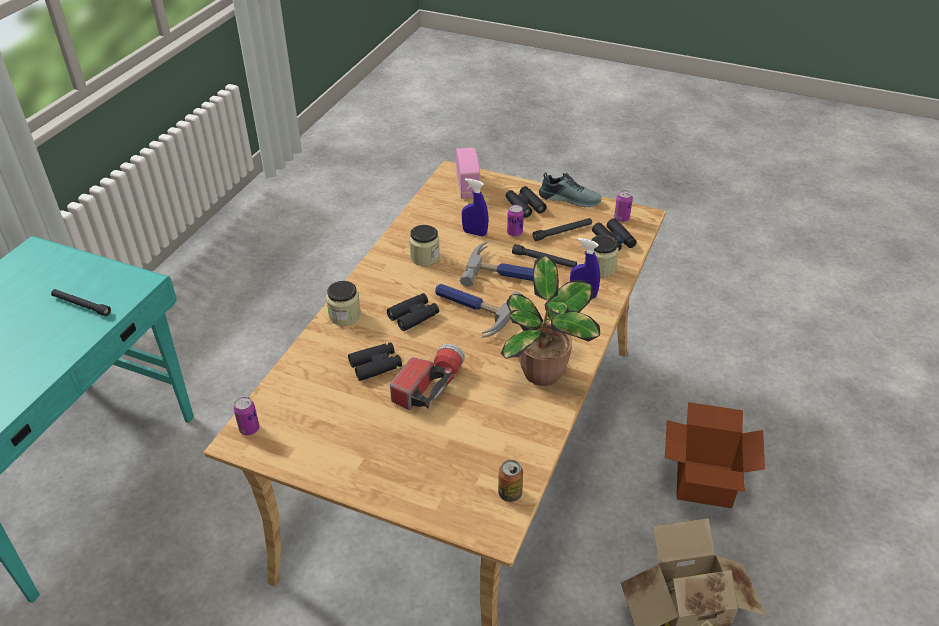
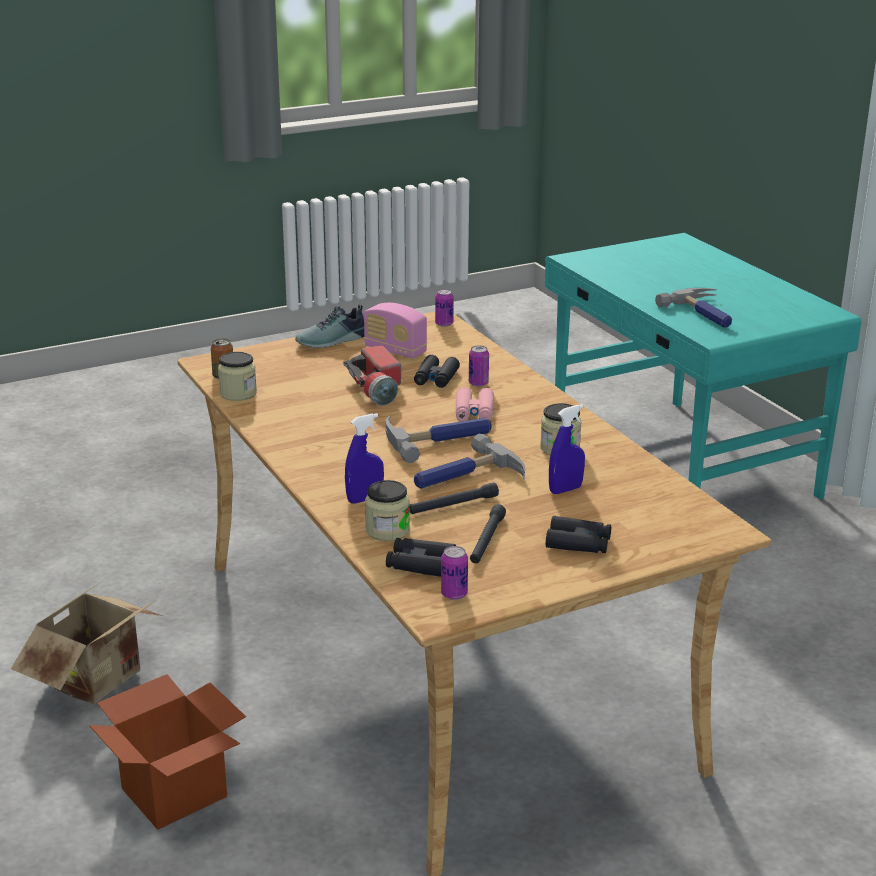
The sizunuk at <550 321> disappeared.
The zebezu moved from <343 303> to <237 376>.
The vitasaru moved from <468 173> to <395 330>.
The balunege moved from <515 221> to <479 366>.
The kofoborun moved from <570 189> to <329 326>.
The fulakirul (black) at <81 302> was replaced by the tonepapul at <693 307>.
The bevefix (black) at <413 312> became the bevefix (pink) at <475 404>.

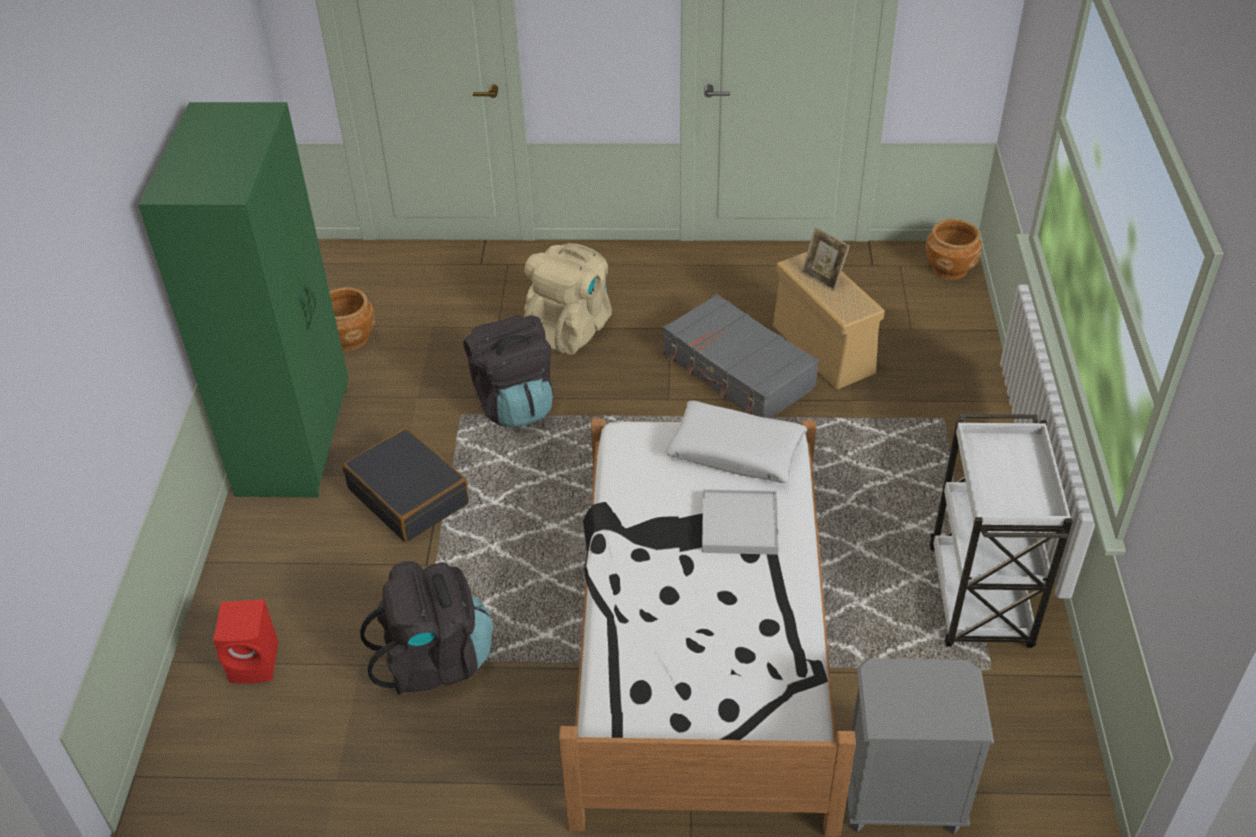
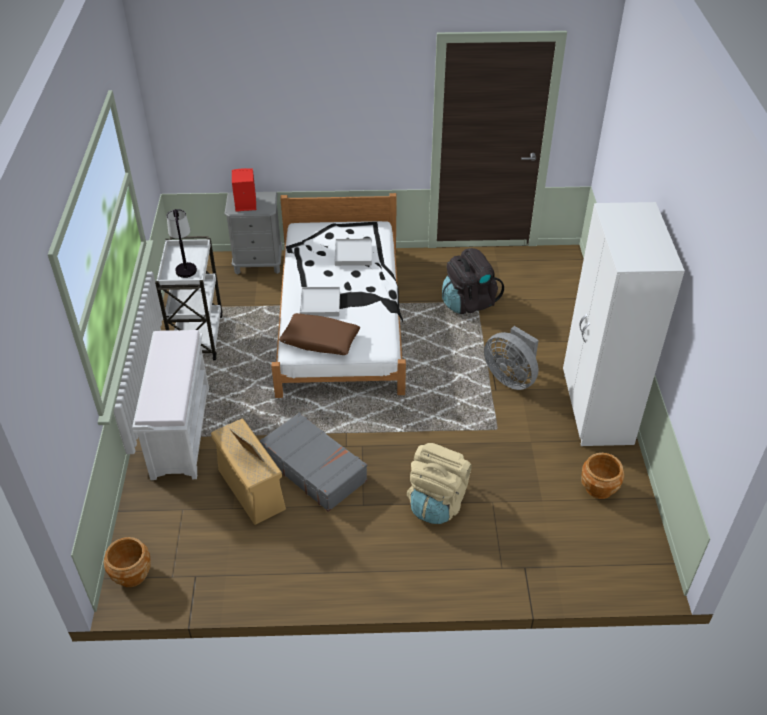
The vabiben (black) at <508 371> disappeared.
The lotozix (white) at <170 405> appeared.
The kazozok at <182 243> appeared.
The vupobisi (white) at <353 252> appeared.
The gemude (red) moved from <245 642> to <244 189>.
The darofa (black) at <405 484> was replaced by the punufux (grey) at <511 358>.
The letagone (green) at <243 299> became the letagone (white) at <624 324>.
The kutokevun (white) at <736 441> became the kutokevun (brown) at <319 334>.

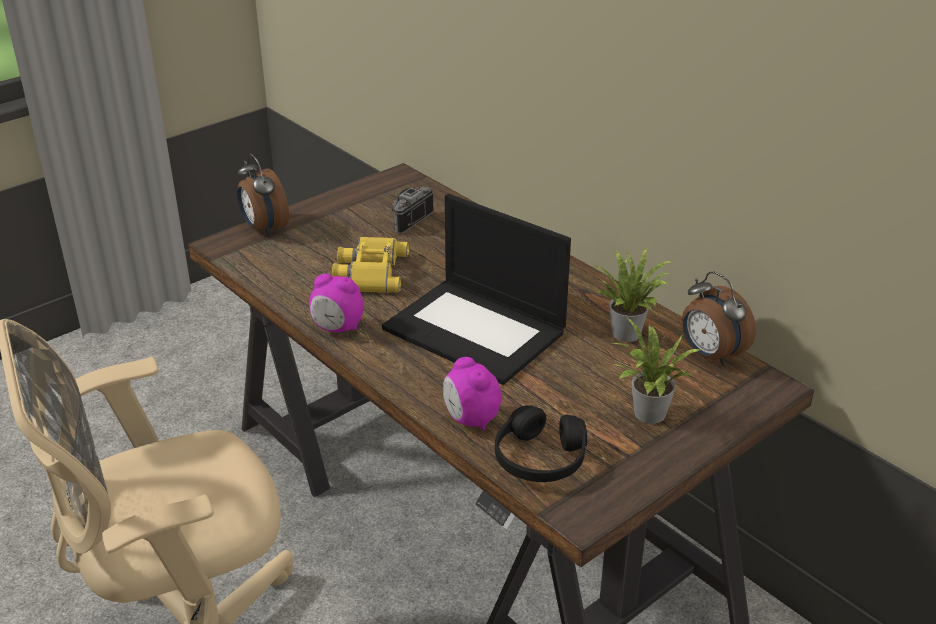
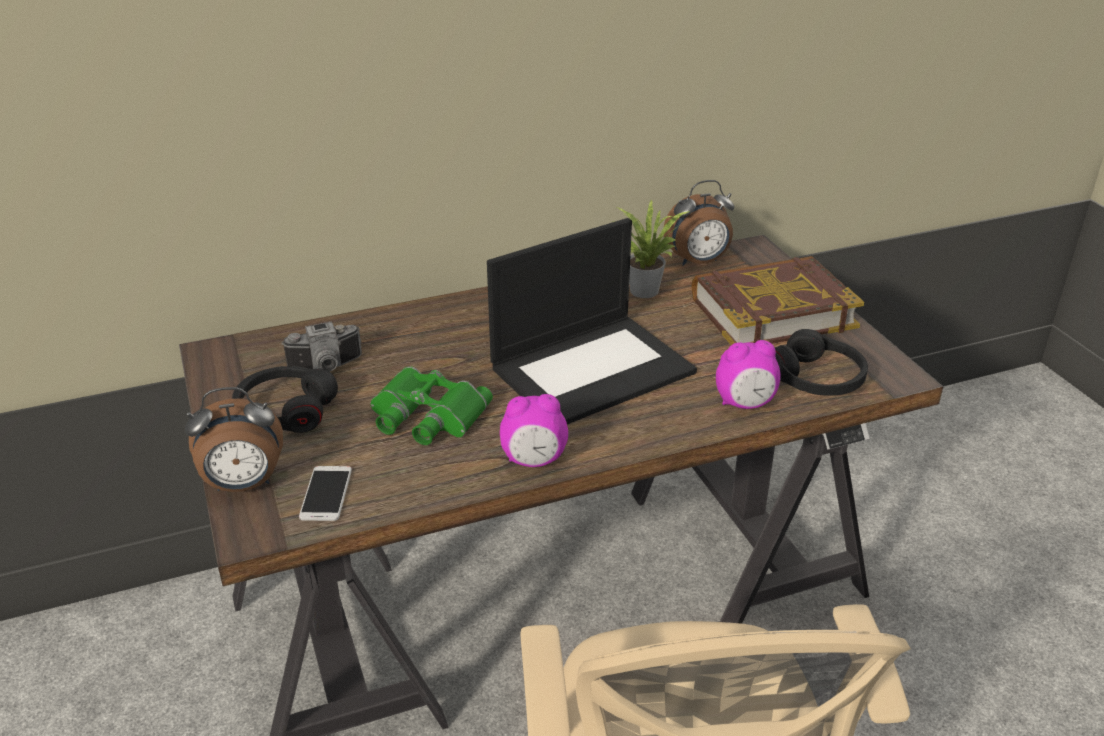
The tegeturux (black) at <285 399> appeared.
The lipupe at <325 493> appeared.
The sizunuk at <656 370> was replaced by the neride at <777 300>.
The bevefix (yellow) at <370 265> became the bevefix (green) at <432 405>.
The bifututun at <336 303> turned 45 degrees clockwise.
The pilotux at <413 210> turned 75 degrees counterclockwise.

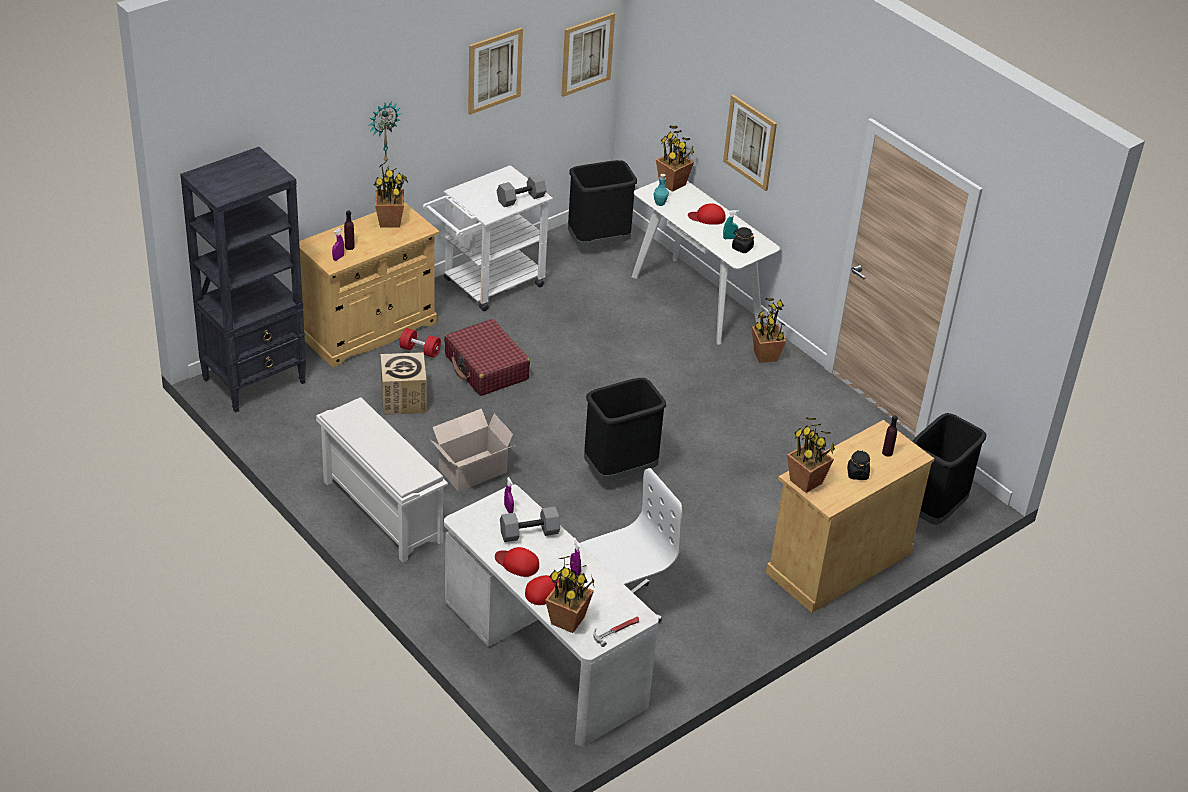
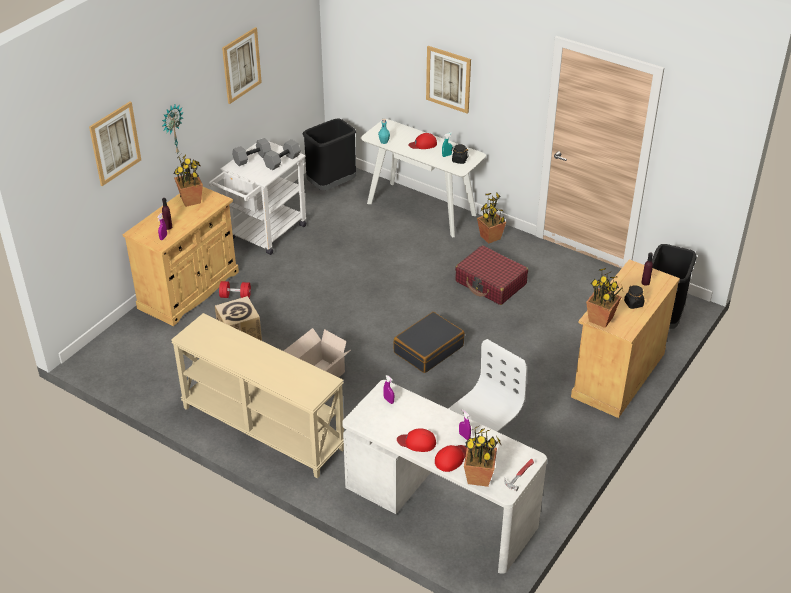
The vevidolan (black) at <243 280> disappeared.
The sizunuk at <675 159> disappeared.
The darofa (red) moved from <487 357> to <491 275>.
The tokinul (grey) moved from <530 524> to <251 152>.
The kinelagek moved from <588 55> to <115 144>.
The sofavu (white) at <382 480> was replaced by the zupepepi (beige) at <257 396>.
The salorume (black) at <625 429> was replaced by the darofa (black) at <429 342>.

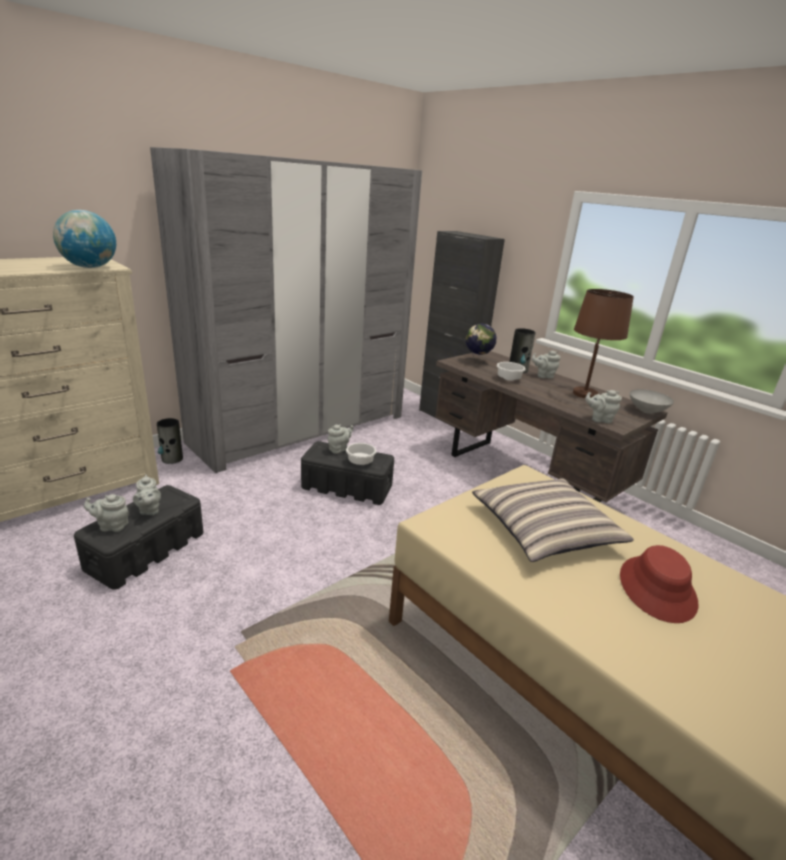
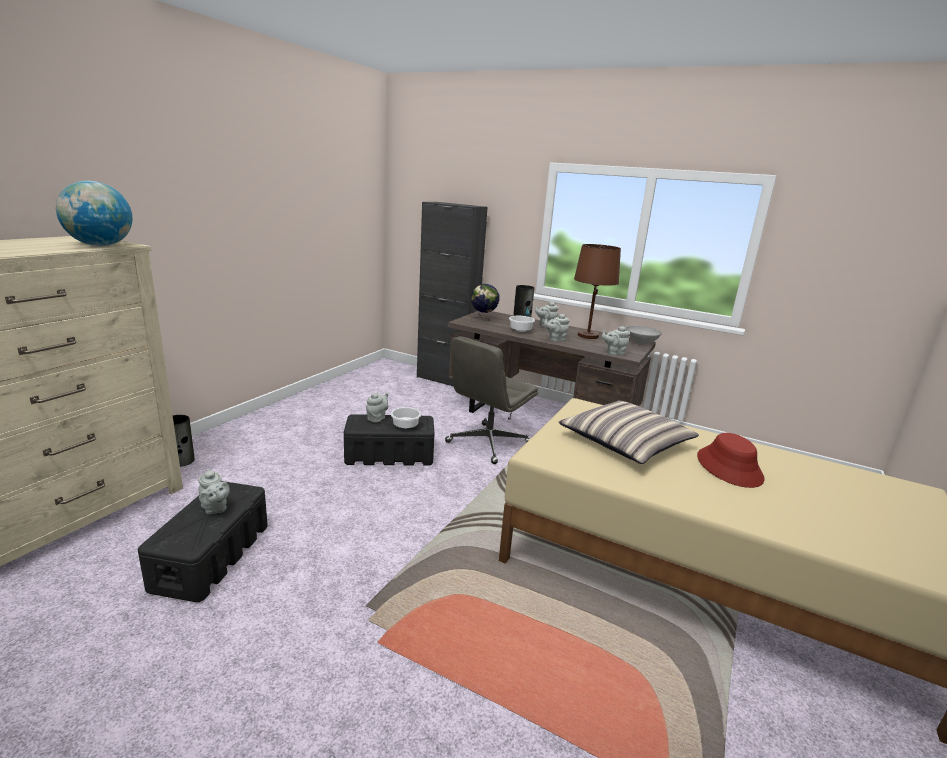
The letagone (grey) at <286 310> disappeared.
The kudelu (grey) at <491 400> appeared.
The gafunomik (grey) moved from <106 513> to <557 328>.

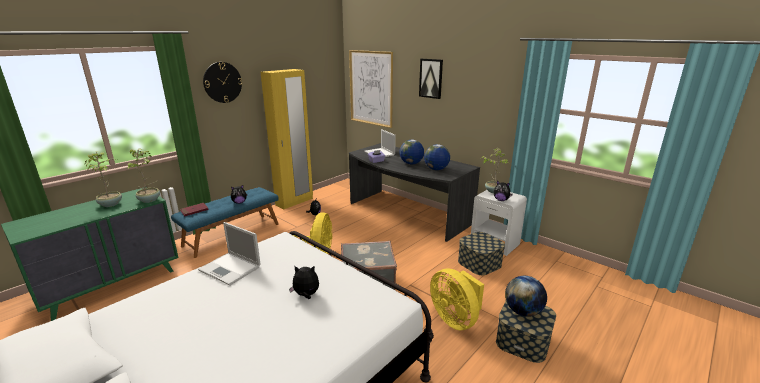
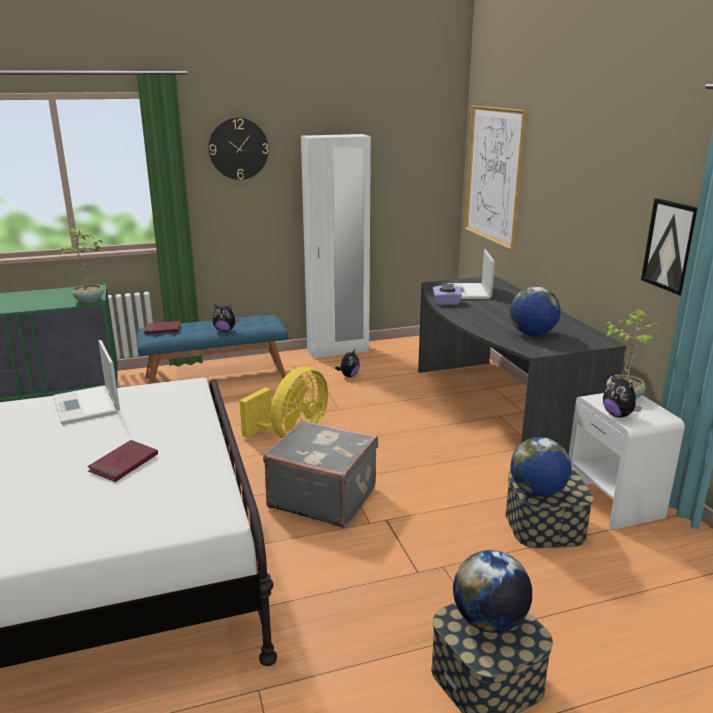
The sizunuk at <103 179> disappeared.
The punufux (yellow) at <457 299> disappeared.
The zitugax moved from <411 152> to <541 467>.
The kinelagek moved from <431 79> to <669 247>.
The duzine at <304 282> was replaced by the neride (red) at <122 461>.
The letagone (yellow) at <287 139> became the letagone (white) at <336 246>.

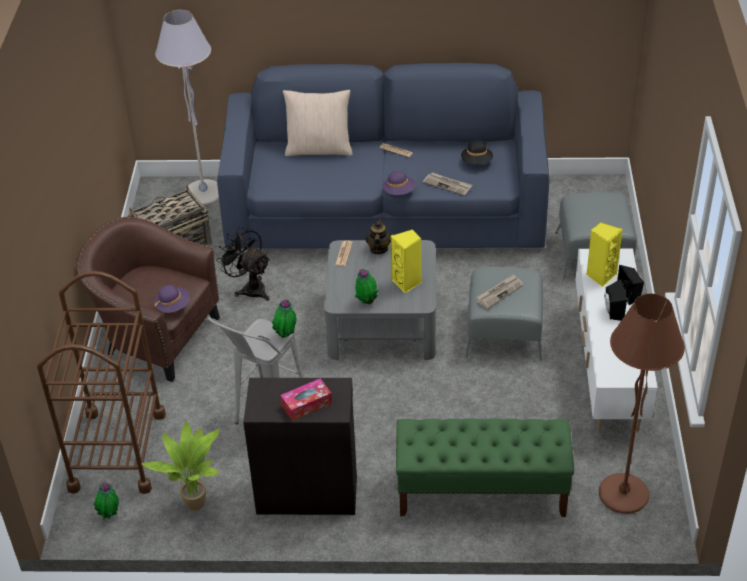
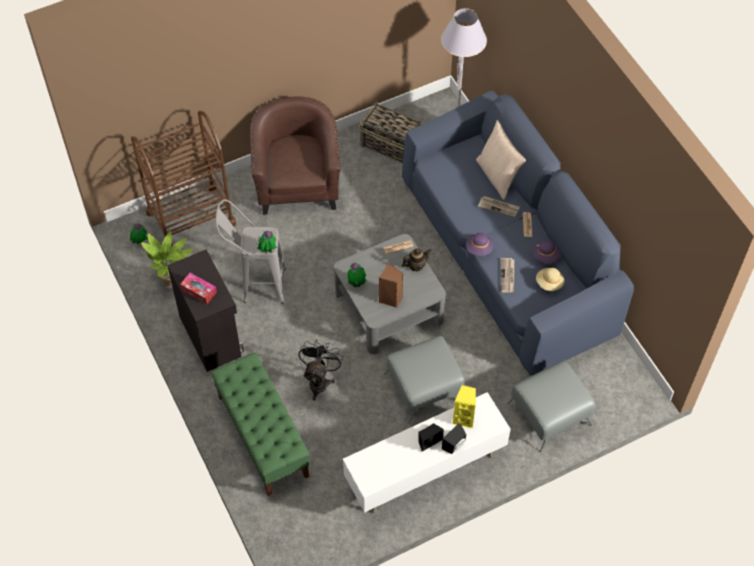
The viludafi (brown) at <642 404> disappeared.
The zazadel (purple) moved from <172 299> to <547 252>.
The punufux (black) moved from <243 264> to <321 370>.
The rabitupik moved from <500 291> to <499 206>.
The gemude (yellow) at <406 261> became the gemude (brown) at <391 285>.
The zazadel (black) at <477 152> became the zazadel (beige) at <550 279>.

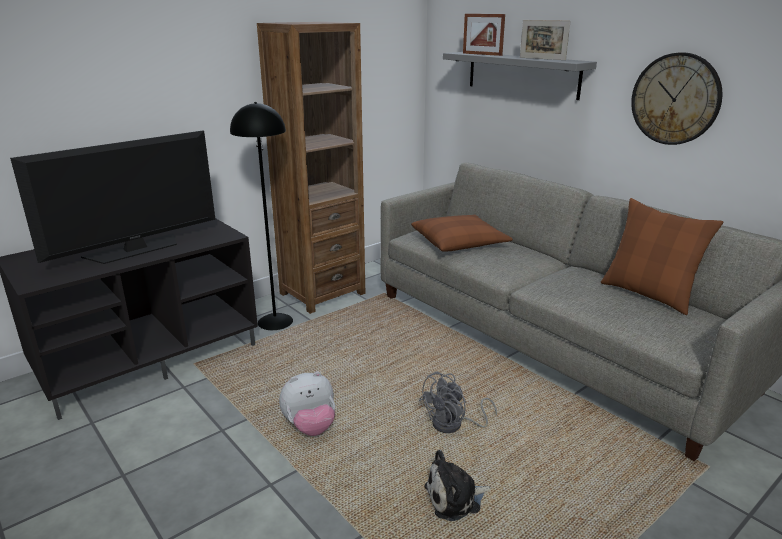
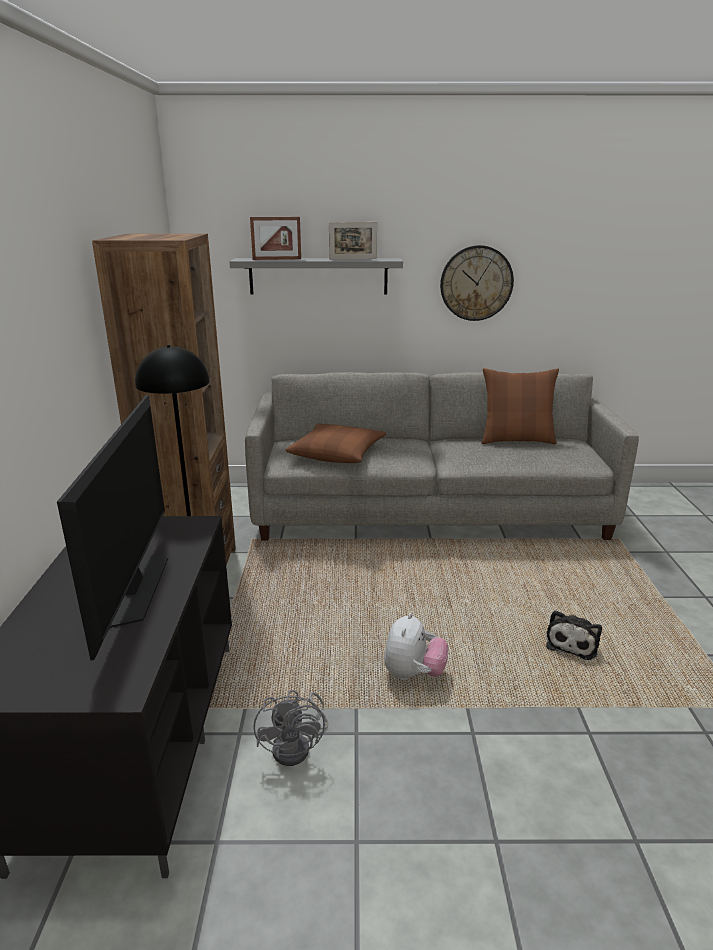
The punufux (grey) moved from <458 402> to <290 728>.

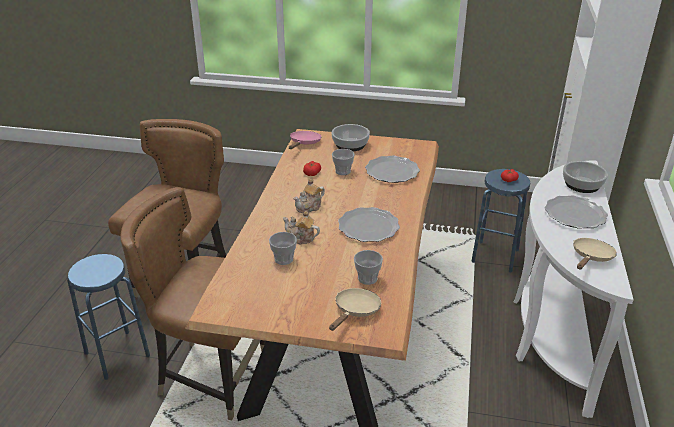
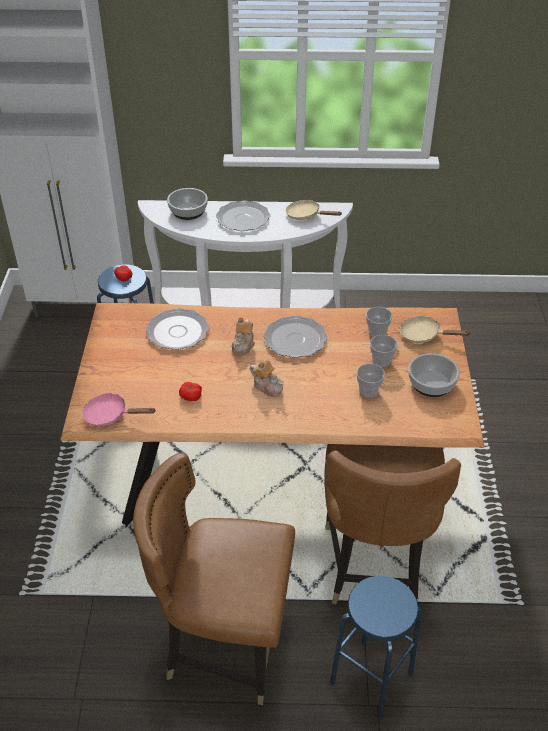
The gafunomik moved from <301 228> to <243 336>.
The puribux moved from <351 137> to <434 375>.
The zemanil moved from <343 162> to <384 351>.

